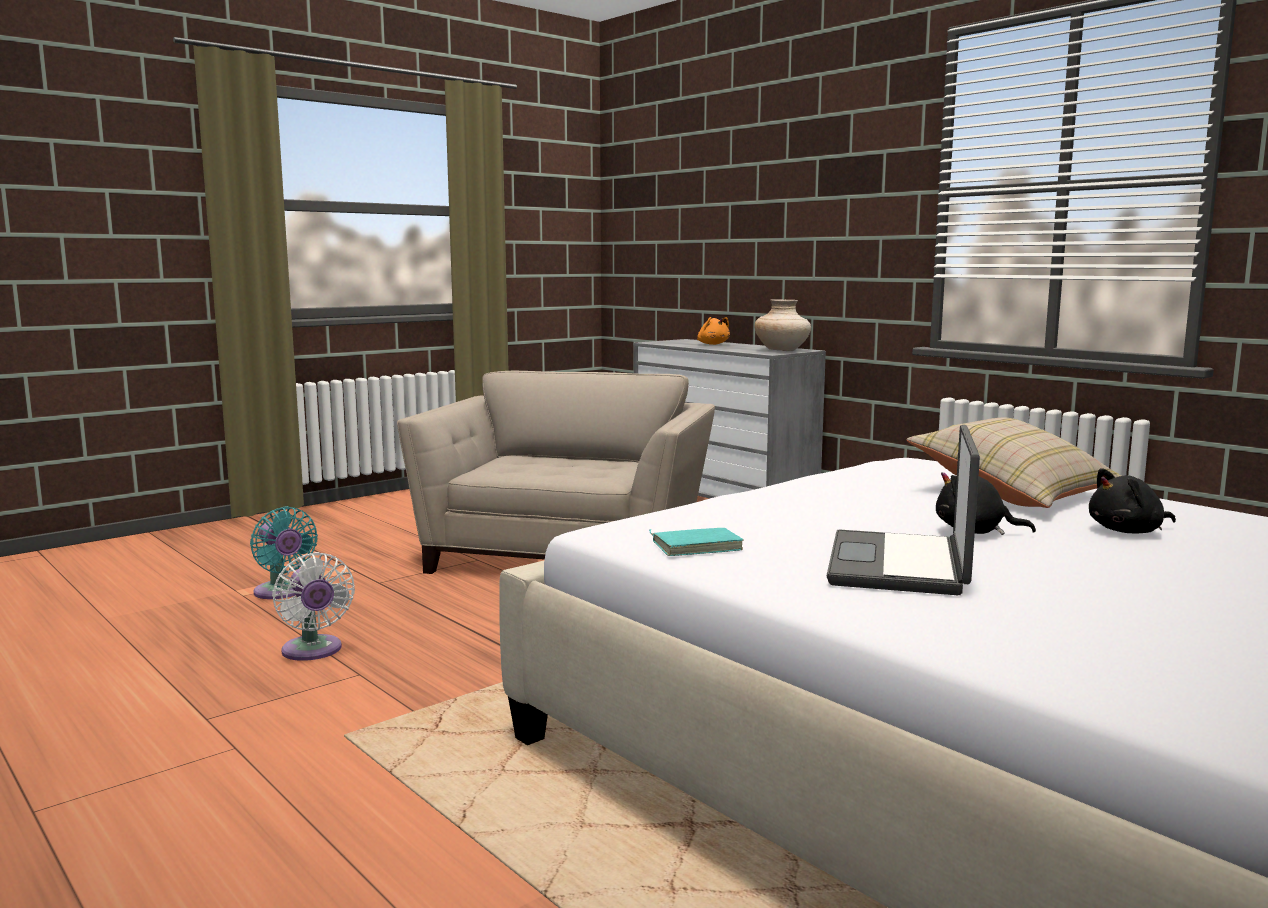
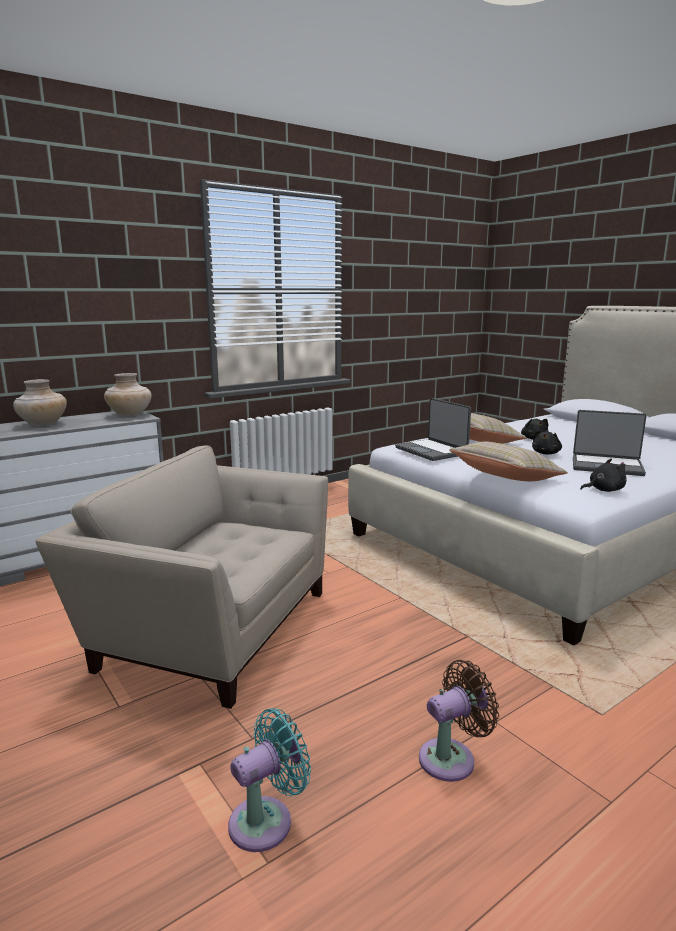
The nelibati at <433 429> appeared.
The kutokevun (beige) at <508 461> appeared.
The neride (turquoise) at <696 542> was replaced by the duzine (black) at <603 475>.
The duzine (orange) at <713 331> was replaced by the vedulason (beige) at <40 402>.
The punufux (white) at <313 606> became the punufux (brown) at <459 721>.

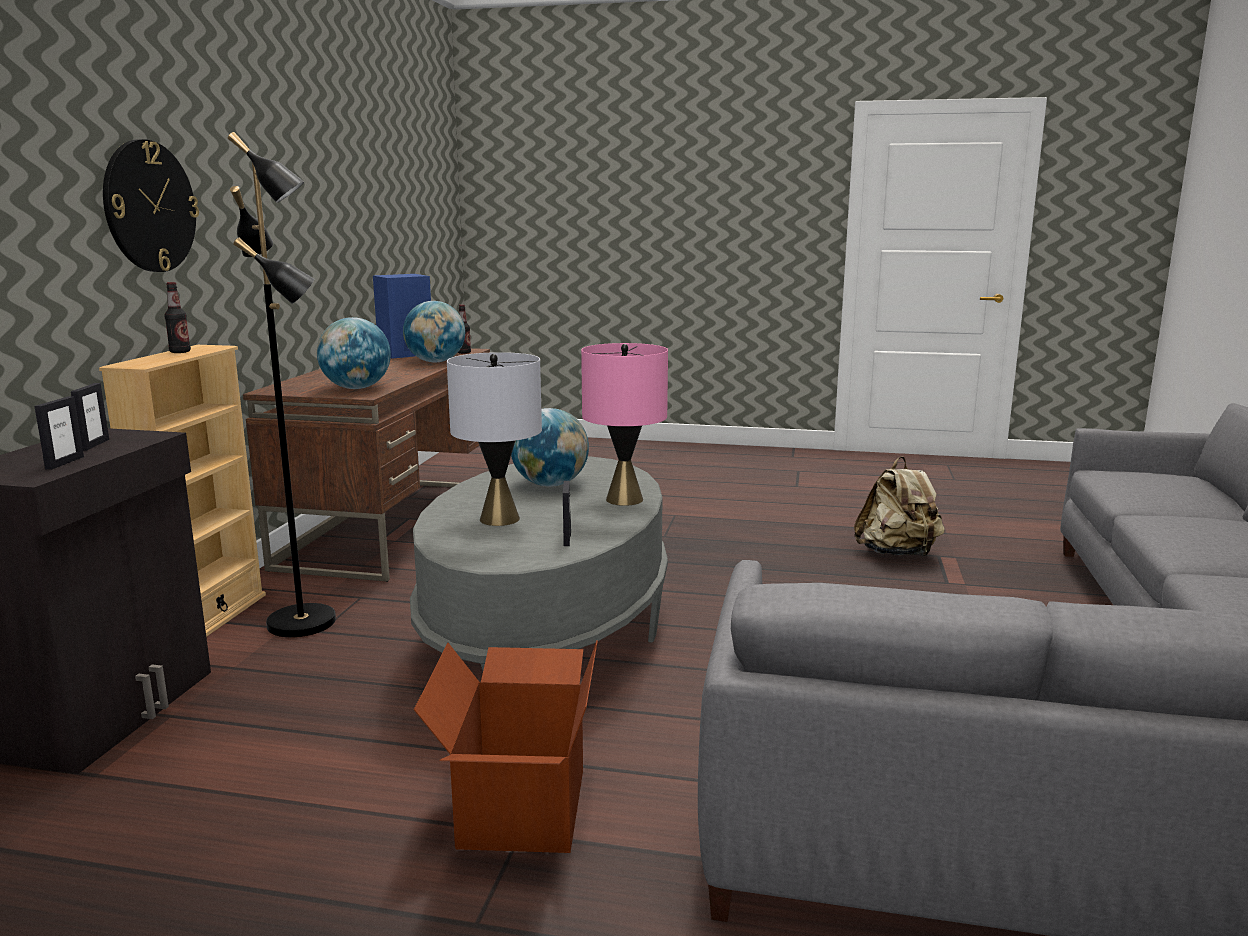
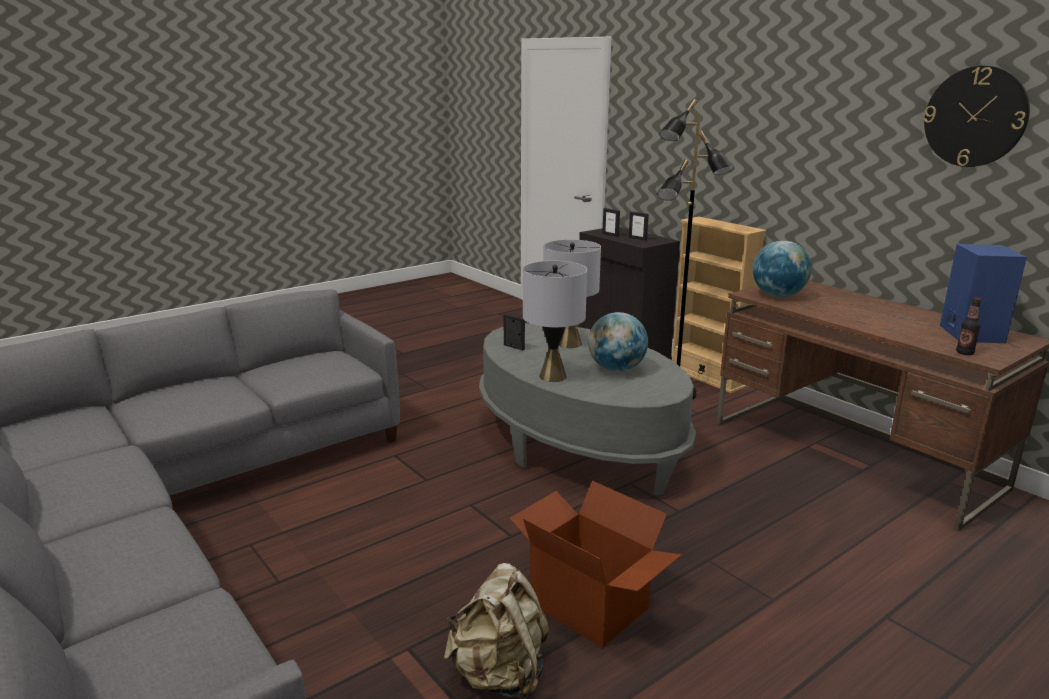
The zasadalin at <177 317> disappeared.
The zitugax at <434 331> disappeared.
The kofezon moved from <151 205> to <977 116>.
The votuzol moved from <506 746> to <595 564>.
The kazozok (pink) at <624 424> became the kazozok (grey) at <555 321>.

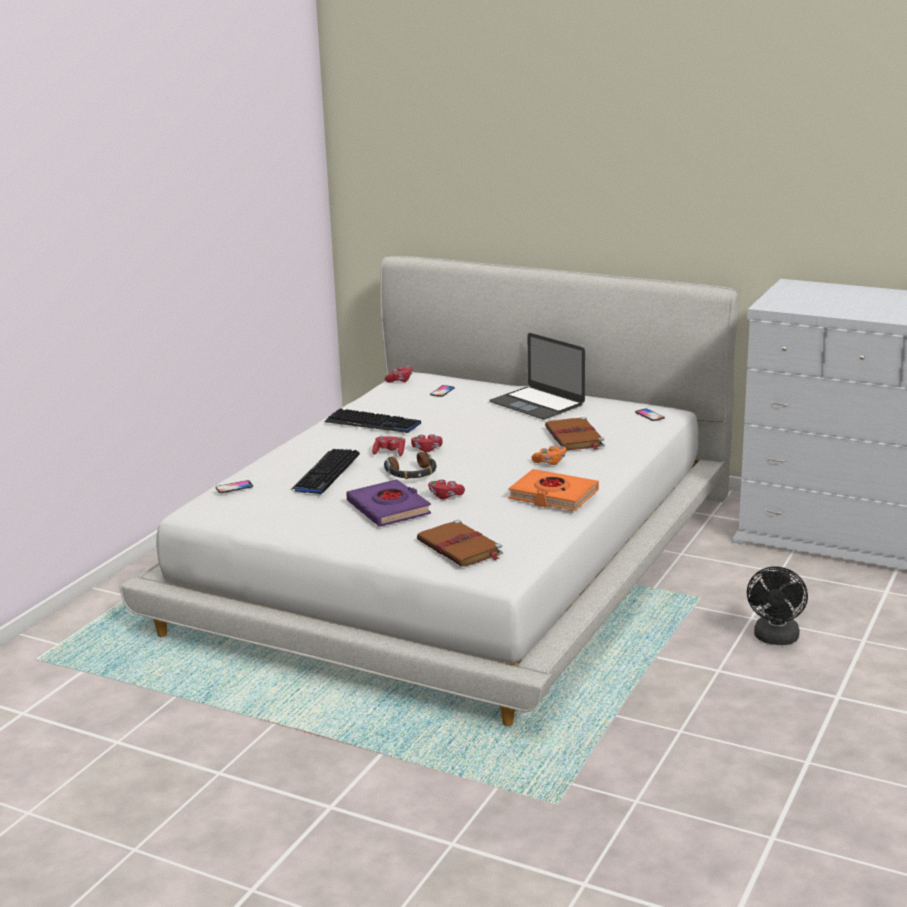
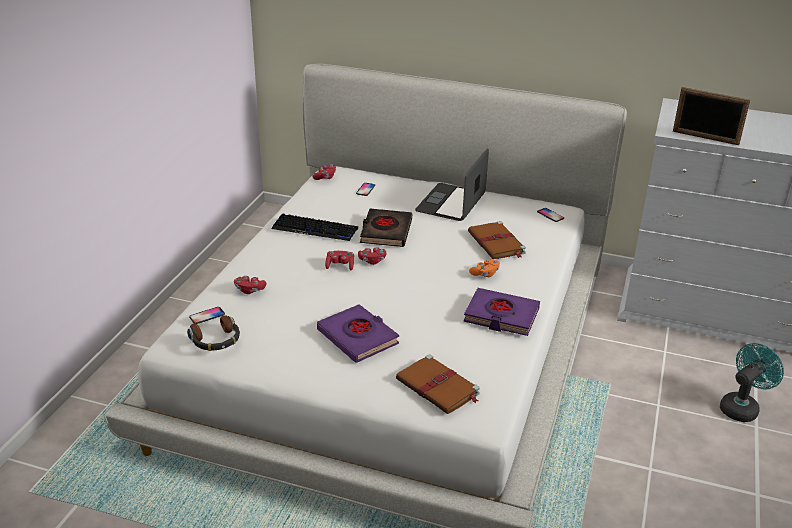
The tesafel at <325 471> disappeared.
The punufux (black) at <777 605> disappeared.
The neride (black) at <386 227> appeared.
The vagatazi at <711 116> appeared.
The punufux (turquoise) at <752 382> appeared.
The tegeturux moved from <410 465> to <213 333>.
The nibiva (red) moved from <446 489> to <250 285>.
The neride (orange) at <554 490> became the neride (purple) at <502 312>.
The nelibati at <537 376> turned 75 degrees clockwise.

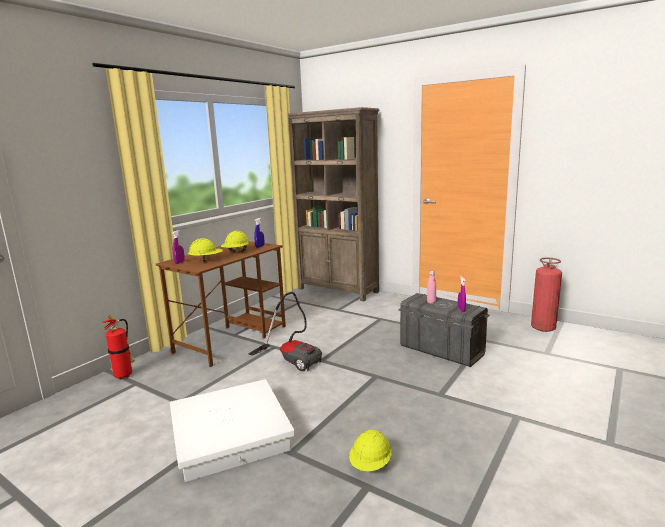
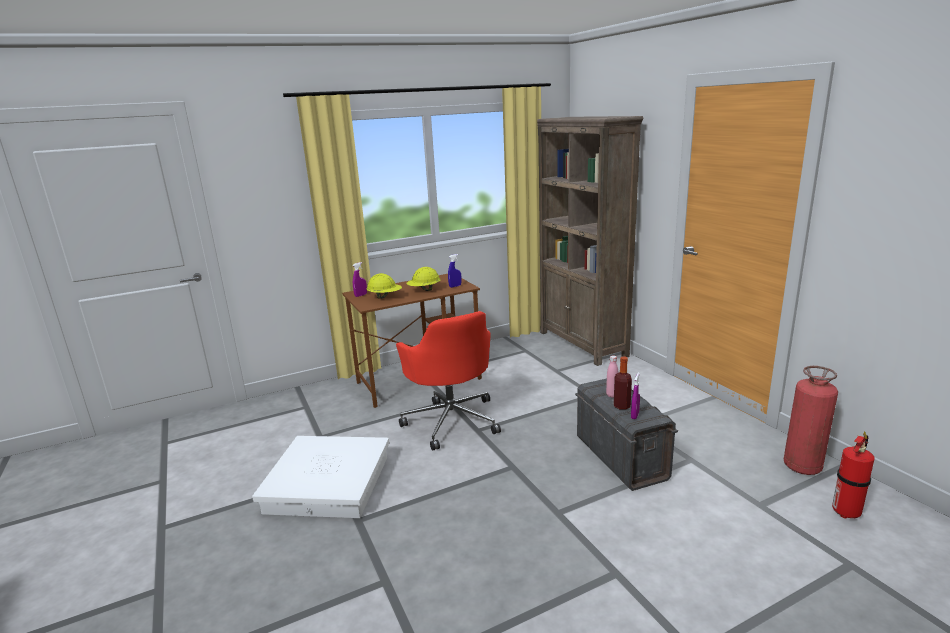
The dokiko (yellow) at <370 450> disappeared.
The zasadalin at <623 383> appeared.
The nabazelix moved from <118 346> to <853 475>.
The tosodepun at <285 331> was replaced by the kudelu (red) at <448 381>.

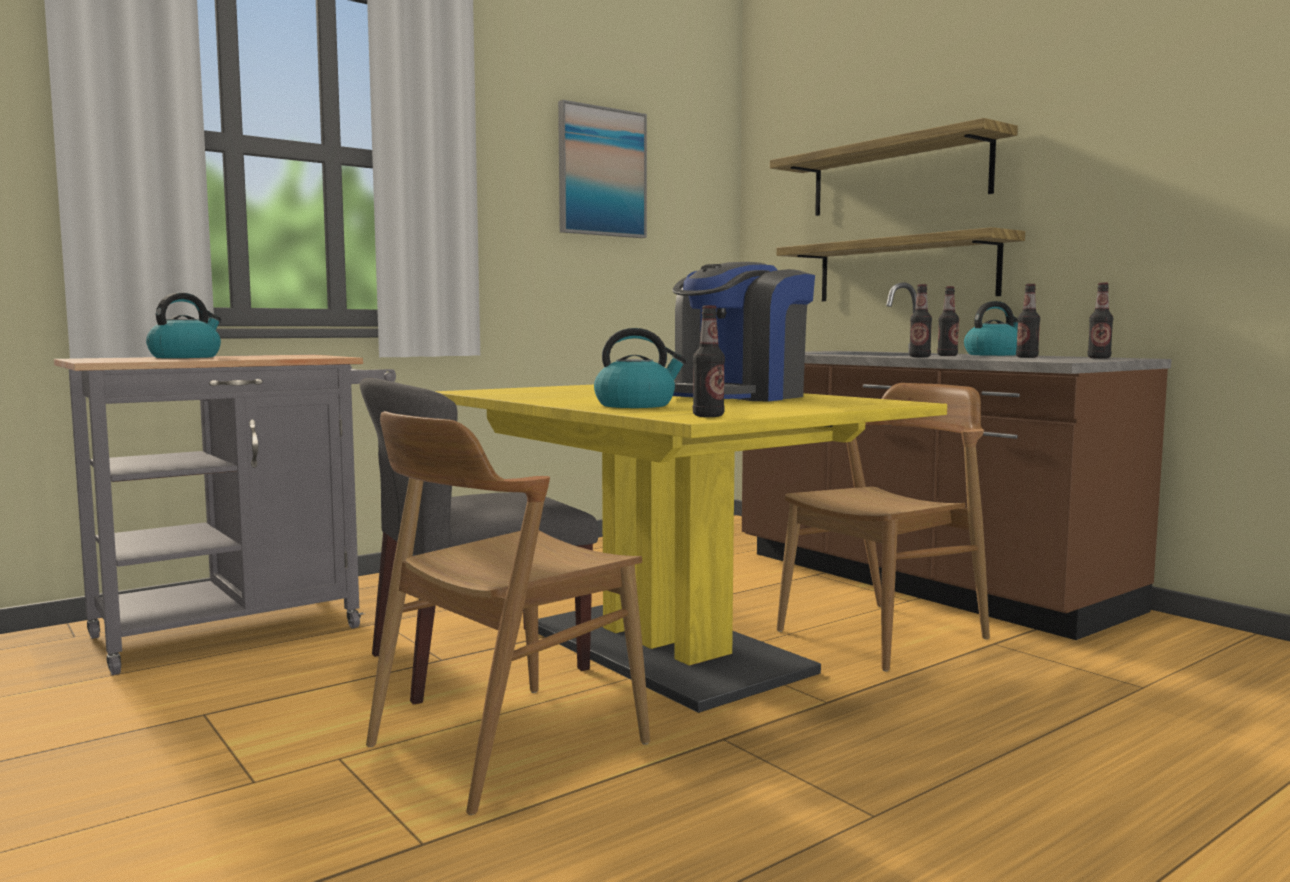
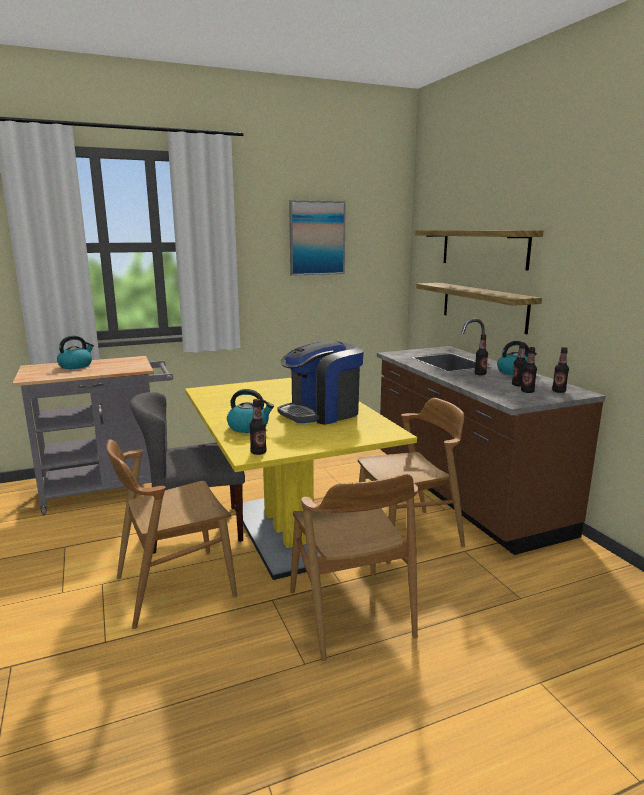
The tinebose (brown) at <354 567> appeared.
The zasadalin moved from <920 320> to <529 370>.

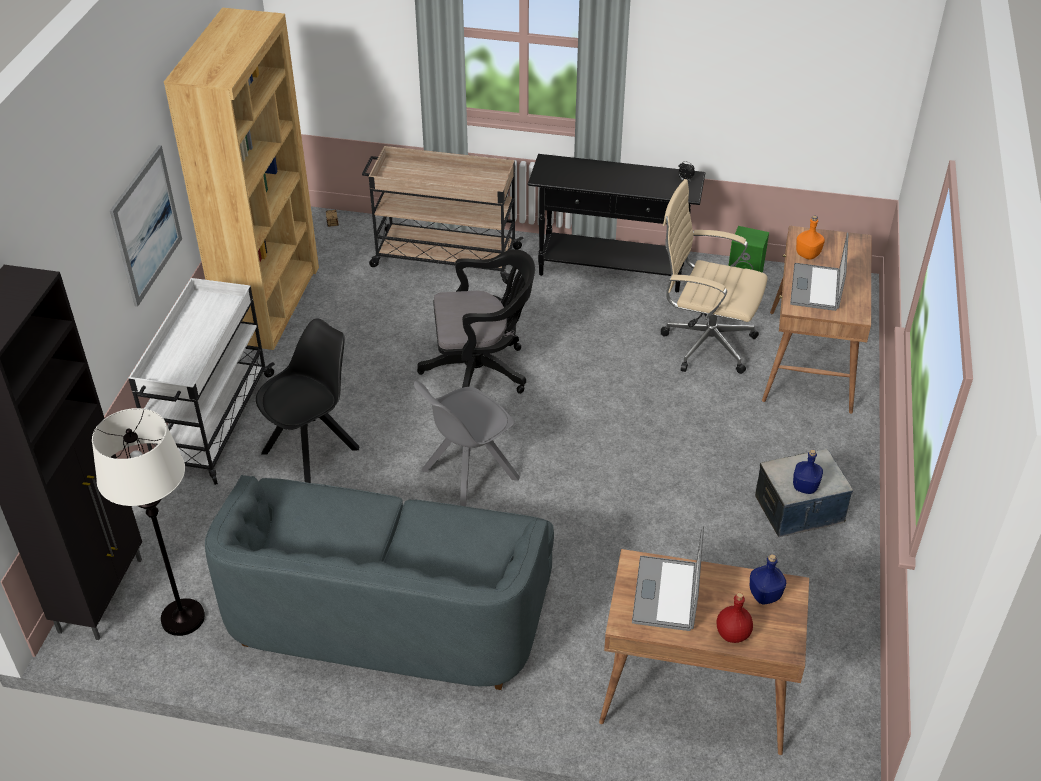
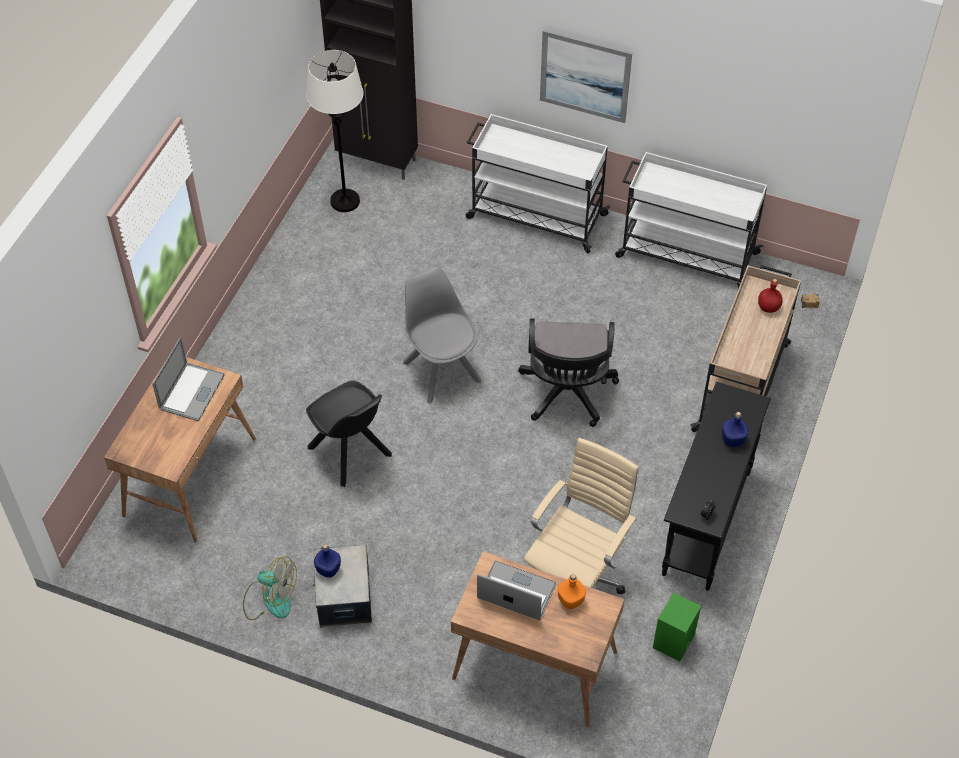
The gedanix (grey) at <379 582> disappeared.
The punufux at <270 588> appeared.
The tinebose (black) moved from <308 401> to <349 434>.
The zasadalin (red) moved from <735 618> to <770 296>.
The zasadalin (blue) moved from <768 579> to <735 429>.
The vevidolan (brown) at <241 179> was replaced by the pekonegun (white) at <691 220>.
The nelibati at <668 578> turned 90 degrees clockwise.

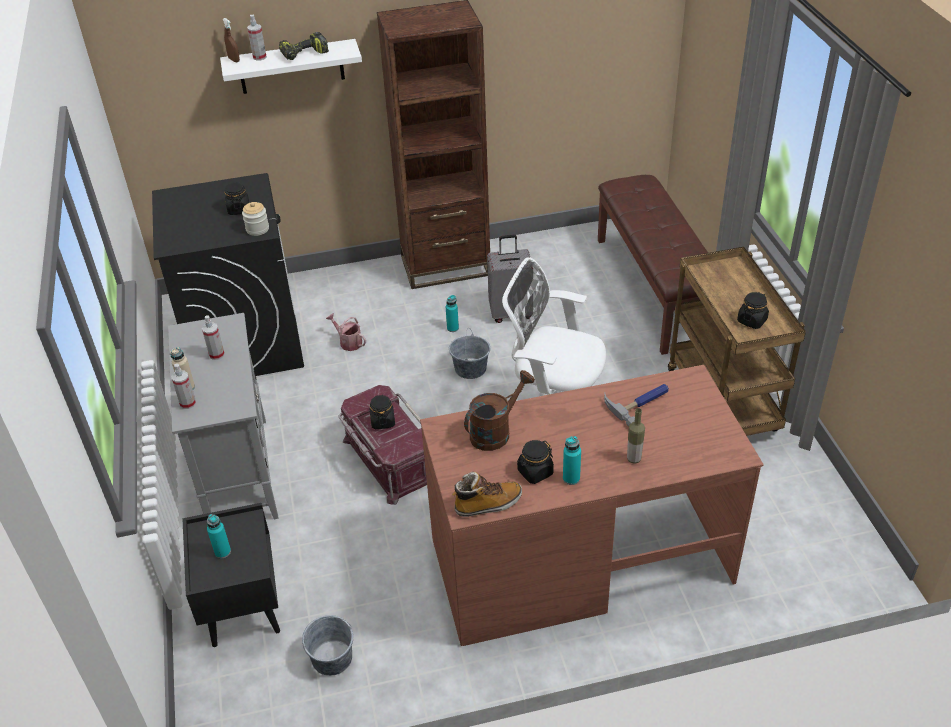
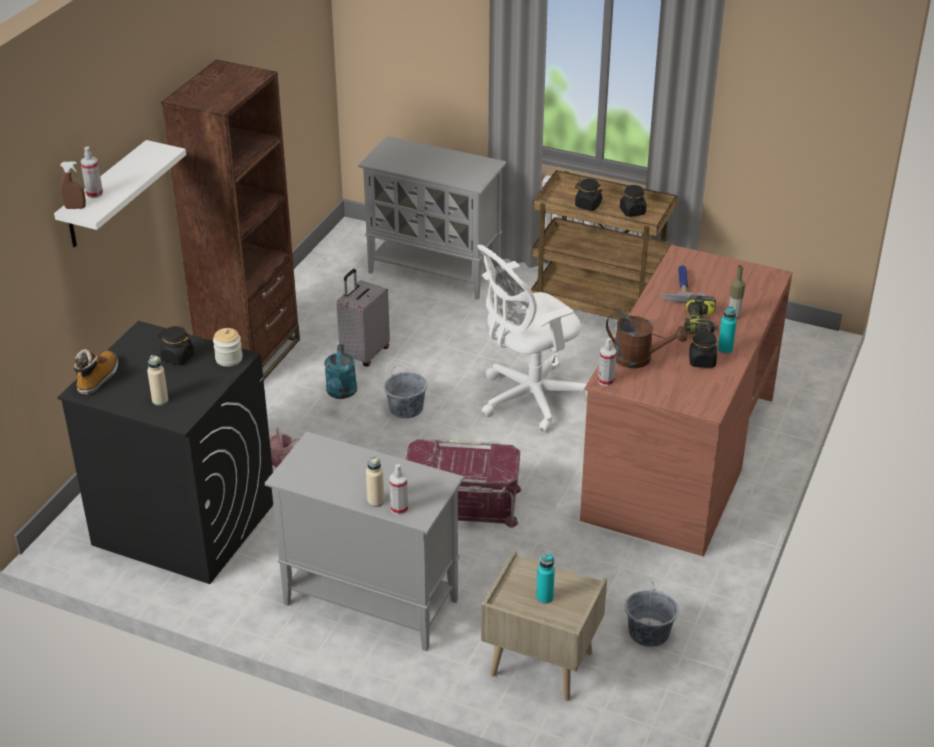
The zasadalin (beige) at <157 380> appeared.
The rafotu moved from <213 337> to <607 362>.
The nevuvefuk moved from <304 46> to <701 314>.
The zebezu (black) moved from <382 411> to <589 195>.
The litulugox moved from <487 494> to <96 372>.
The zasadalin (turquoise) at <452 313> was replaced by the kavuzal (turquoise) at <340 371>.
The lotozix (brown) at <653 265> was replaced by the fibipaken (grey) at <432 218>.
The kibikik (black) at <231 575> became the kibikik (beige) at <544 625>.
The kavuzal (brown) at <499 410> turned 120 degrees clockwise.

